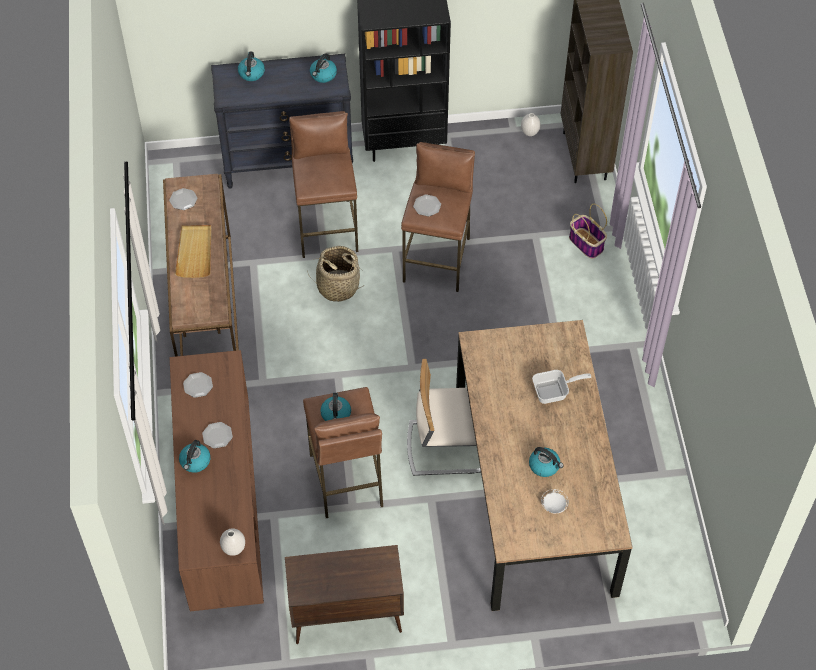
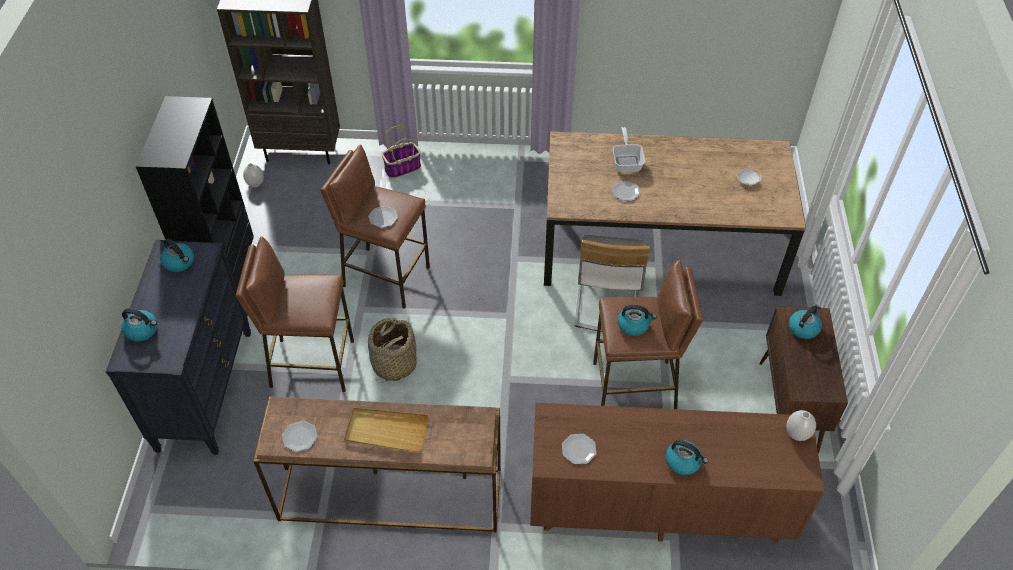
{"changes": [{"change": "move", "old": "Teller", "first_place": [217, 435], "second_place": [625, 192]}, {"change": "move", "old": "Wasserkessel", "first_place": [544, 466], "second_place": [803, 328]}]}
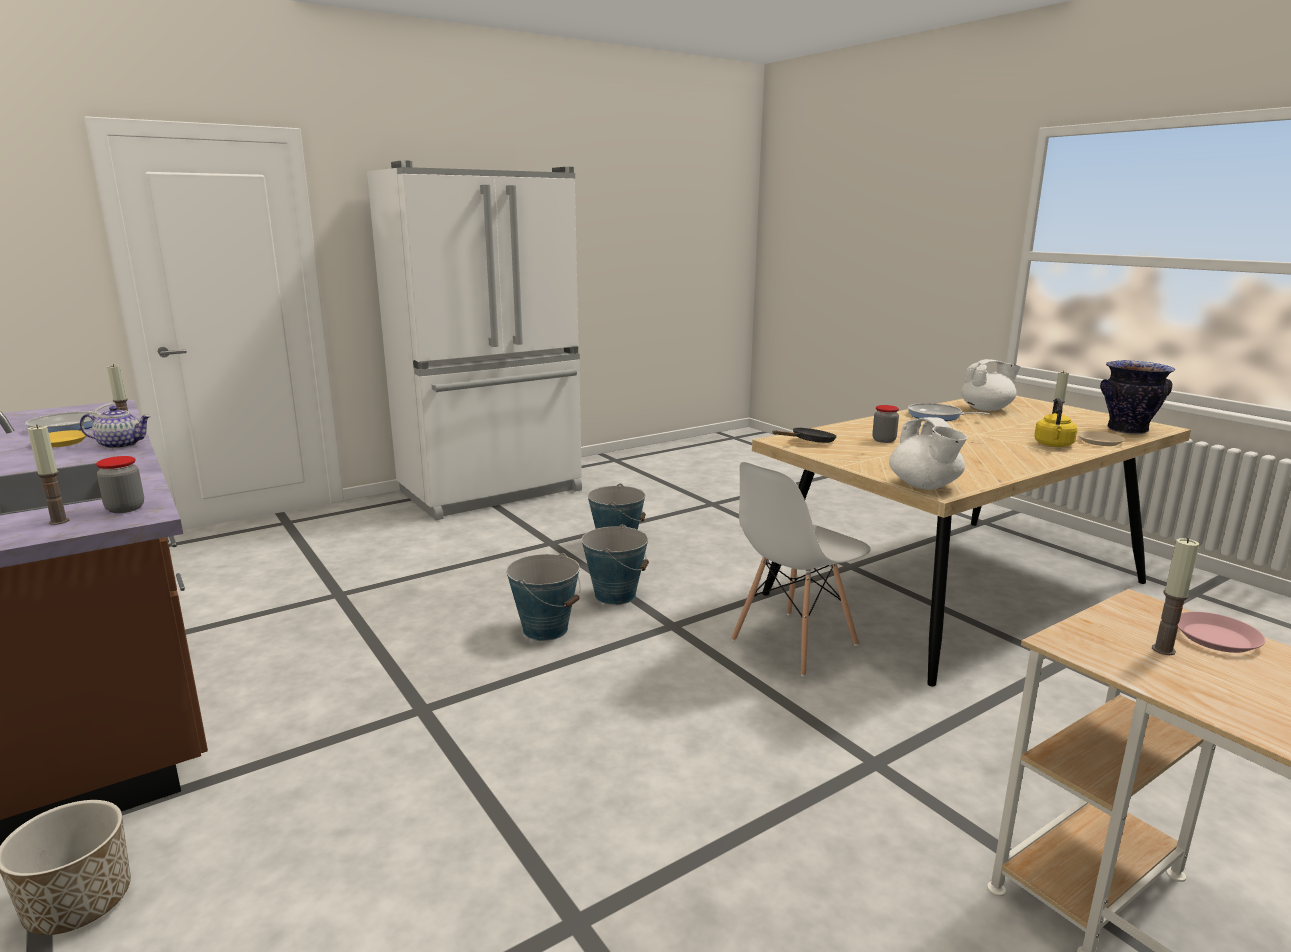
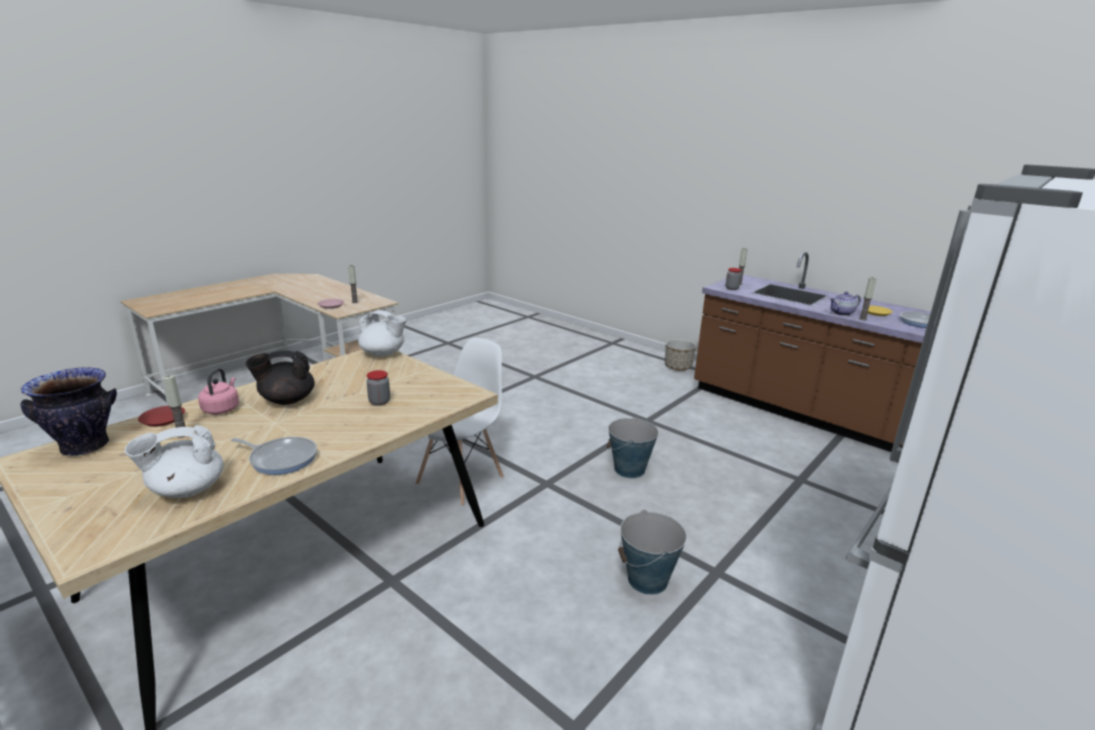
{"changes": [{"change": "recolor", "old": "Wasserkessel [gelb]", "new": "Wasserkessel [rosa]", "first_place": [1053, 445], "second_place": [222, 408]}, {"change": "rotate", "old": "Teekanne [weiß]", "first_place": [925, 486], "second_place": [383, 354], "degrees": 135}, {"change": "delete", "old": "Pfanne [schwarz]", "first_place": [809, 442]}, {"change": "recolor", "old": "Teller [beige]", "new": "Teller [rot]", "first_place": [1100, 442], "second_place": [162, 419]}, {"change": "delete", "old": "Eimer", "first_place": [615, 595]}, {"change": "insert", "new": "Teekanne [schwarz]", "second_place": [286, 400]}]}
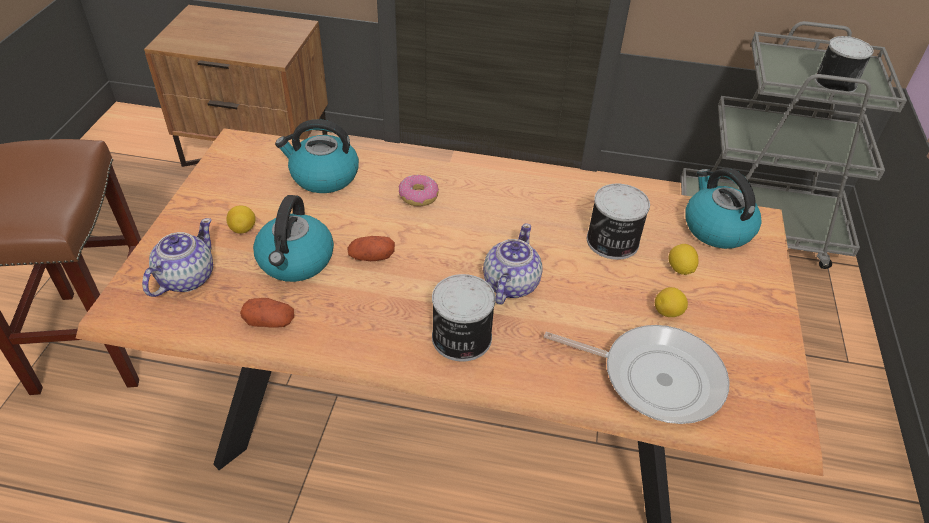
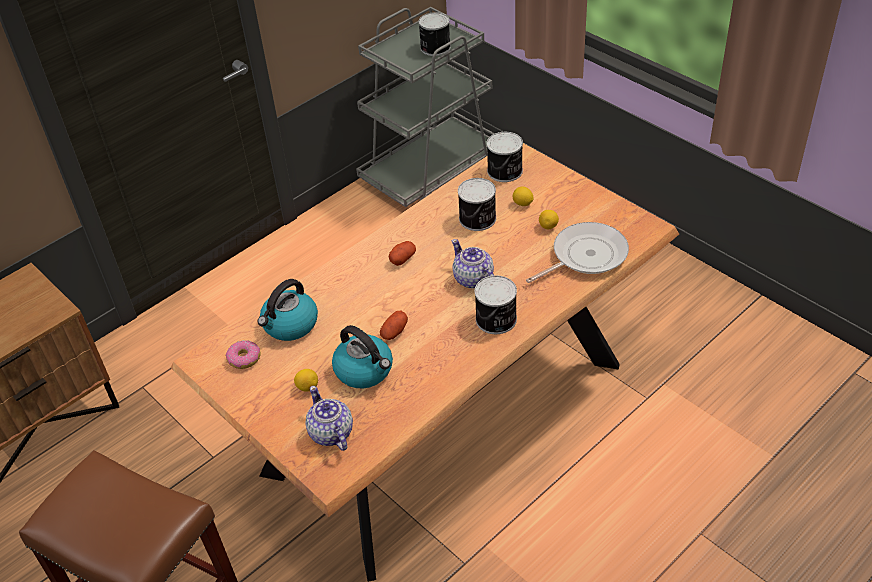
{"changes": [{"change": "replace", "old": "Wasserkessel", "new": "Dose", "first_place": [716, 228], "second_place": [505, 171]}, {"change": "move", "old": "Donut", "first_place": [418, 196], "second_place": [244, 359]}, {"change": "move", "old": "Kartoffel", "first_place": [270, 321], "second_place": [403, 258]}]}
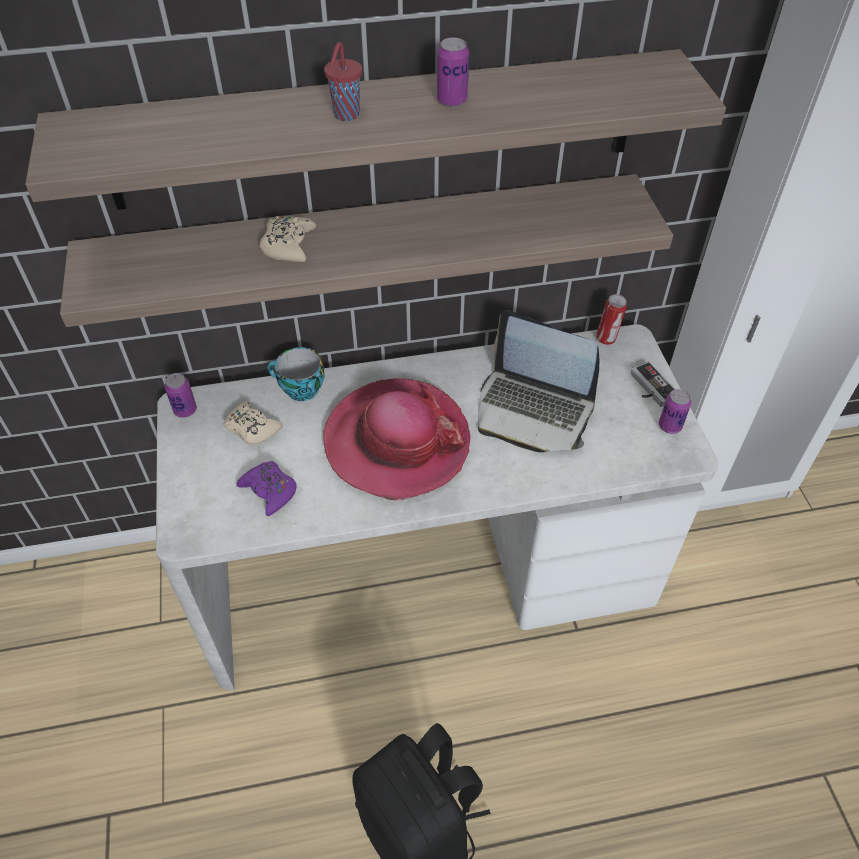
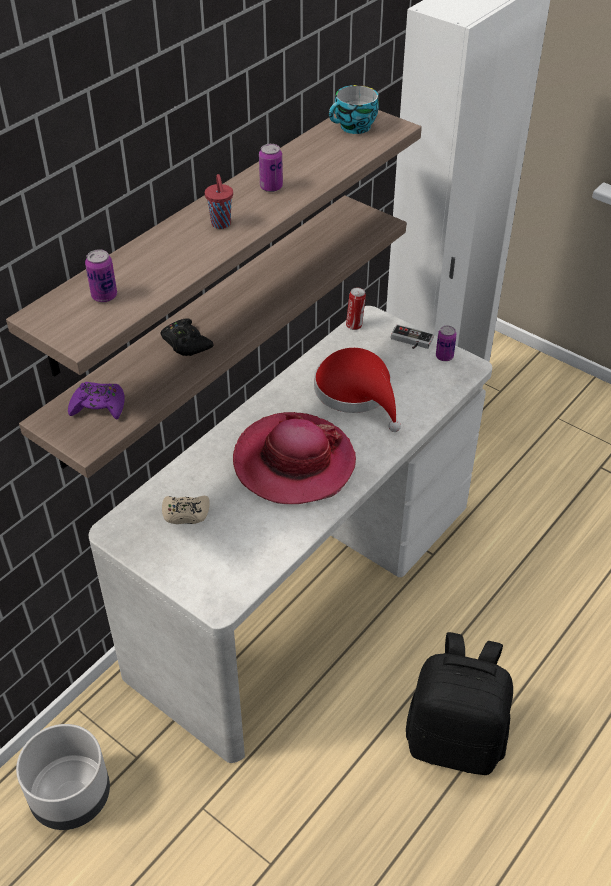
{"changes": [{"change": "recolor", "old": "Gamepad [beige]", "new": "Gamepad [schwarz]", "first_place": [288, 245], "second_place": [186, 343]}, {"change": "replace", "old": "Laptop", "new": "Hut [rot]", "first_place": [533, 410], "second_place": [357, 393]}, {"change": "move", "old": "Tasse", "first_place": [299, 389], "second_place": [354, 128]}, {"change": "move", "old": "Dose", "first_place": [185, 410], "second_place": [104, 296]}, {"change": "move", "old": "Gamepad [lila]", "first_place": [269, 491], "second_place": [98, 406]}, {"change": "insert", "new": "Pflanzkübel [grau]", "second_place": [71, 795]}]}
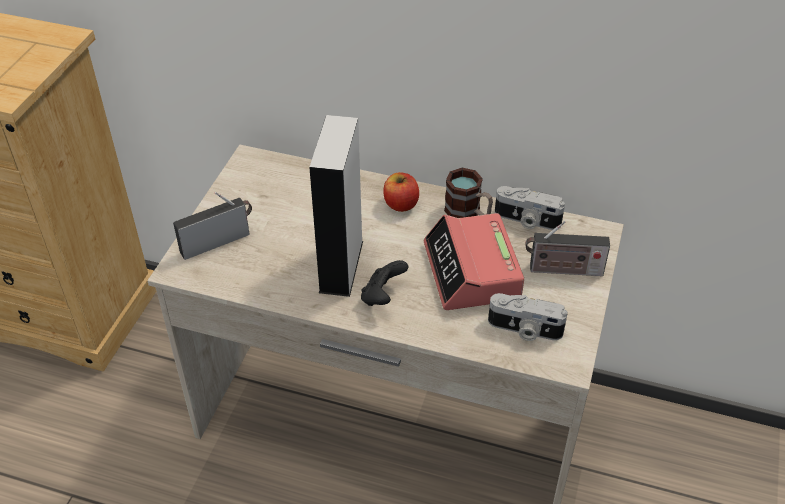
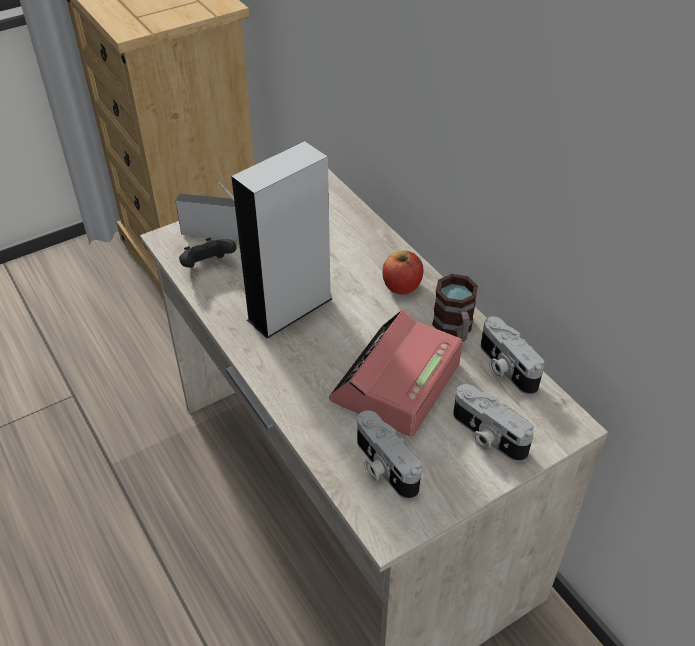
{"changes": [{"change": "replace", "old": "Radio", "new": "Kamera", "first_place": [562, 270], "second_place": [486, 436]}, {"change": "move", "old": "Gamepad [schwarz]", "first_place": [382, 296], "second_place": [207, 266]}]}
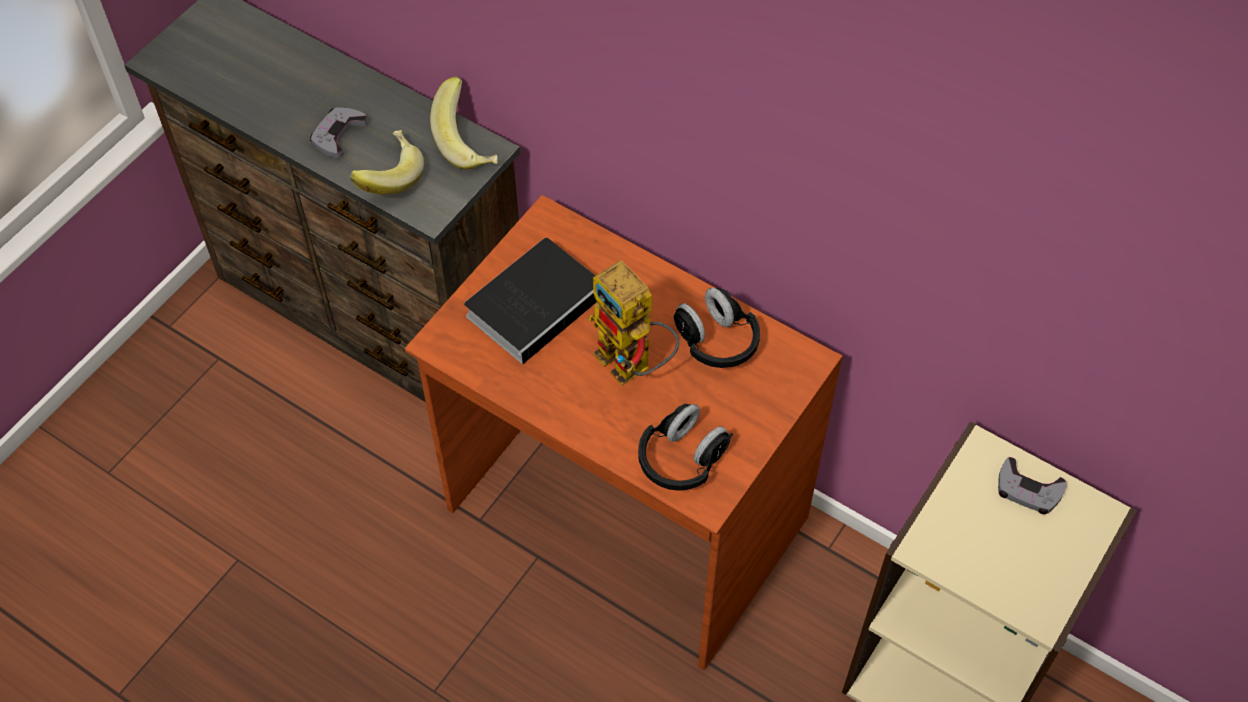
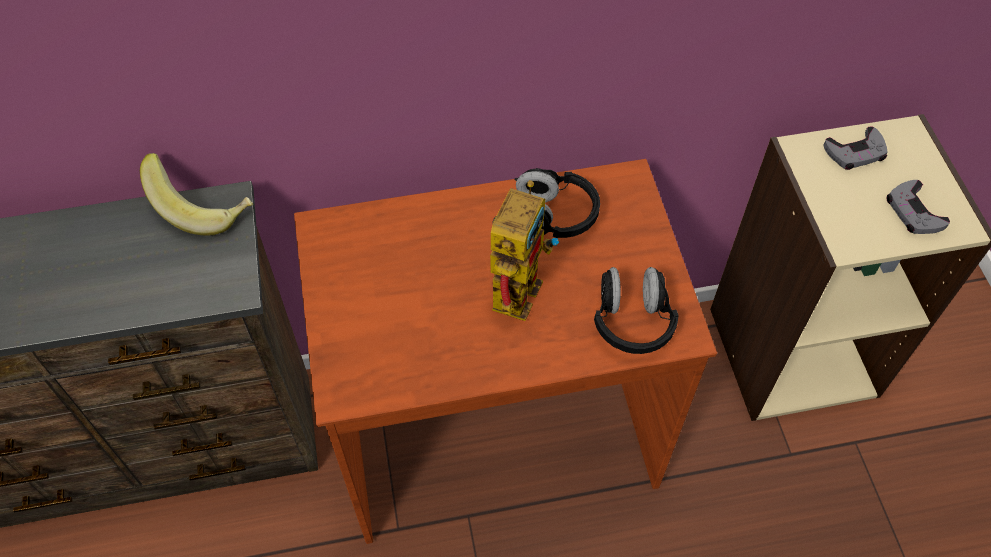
{"changes": [{"change": "move", "old": "Gamepad [grau]", "first_place": [338, 134], "second_place": [913, 212]}, {"change": "delete", "old": "Banane", "first_place": [388, 176]}, {"change": "delete", "old": "Buch", "first_place": [537, 302]}, {"change": "rotate", "old": "Spielzeugroboter", "first_place": [633, 366], "second_place": [516, 283], "degrees": -75}]}
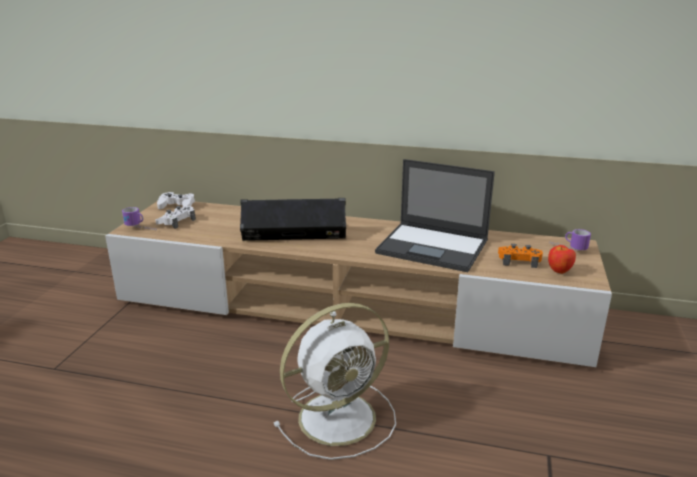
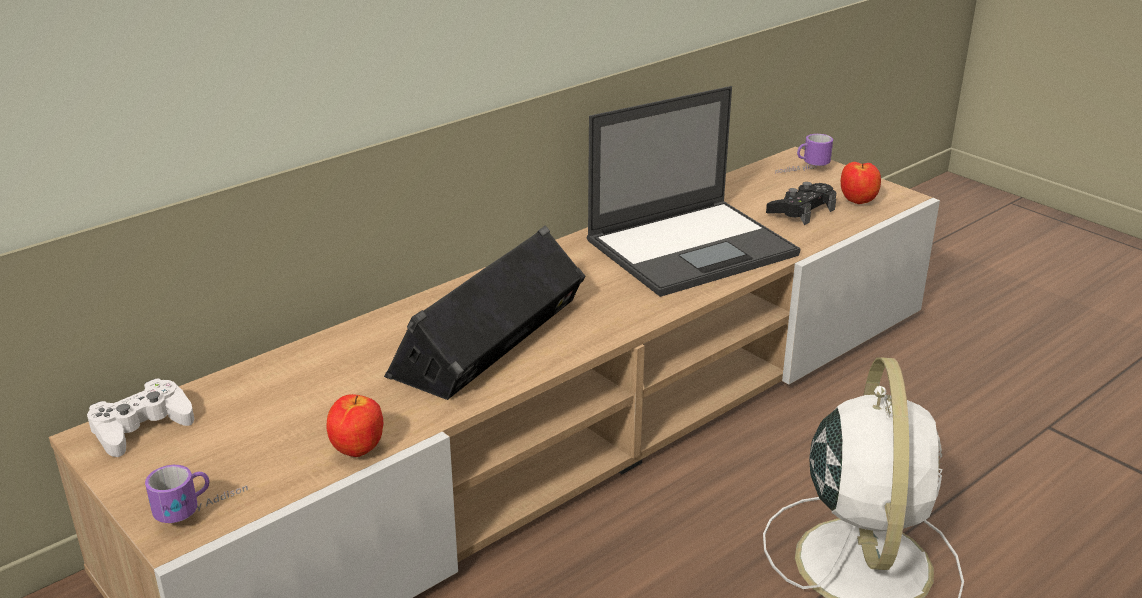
{"changes": [{"change": "delete", "old": "Gamepad [weiß]", "first_place": [177, 221]}, {"change": "recolor", "old": "Gamepad [orange]", "new": "Gamepad [schwarz]", "first_place": [519, 260], "second_place": [801, 211]}, {"change": "insert", "new": "Apfel", "second_place": [357, 450]}]}
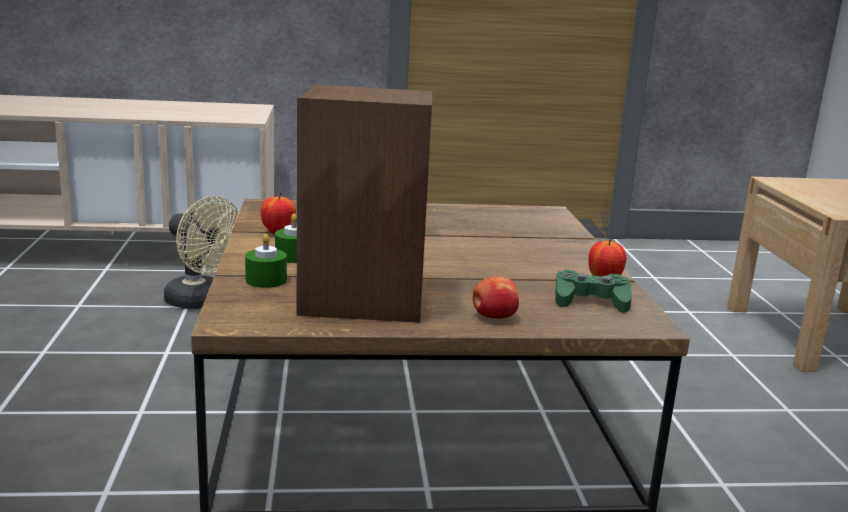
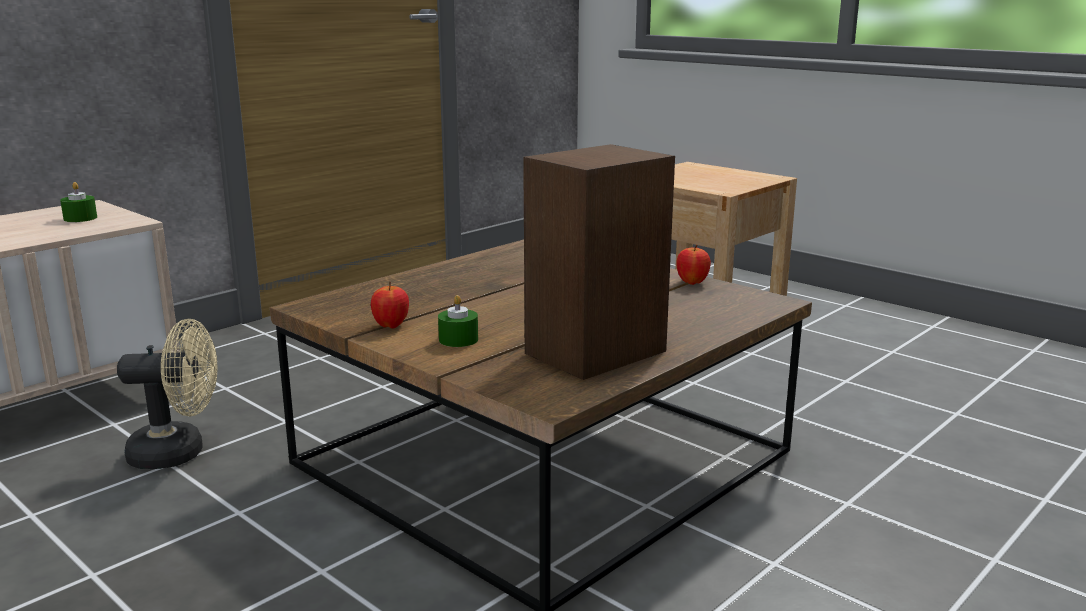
{"changes": [{"change": "move", "old": "Kerze [grün]", "first_place": [266, 280], "second_place": [80, 218]}, {"change": "delete", "old": "Gamepad [grün]", "first_place": [590, 300]}, {"change": "delete", "old": "Apfel", "first_place": [493, 317]}]}
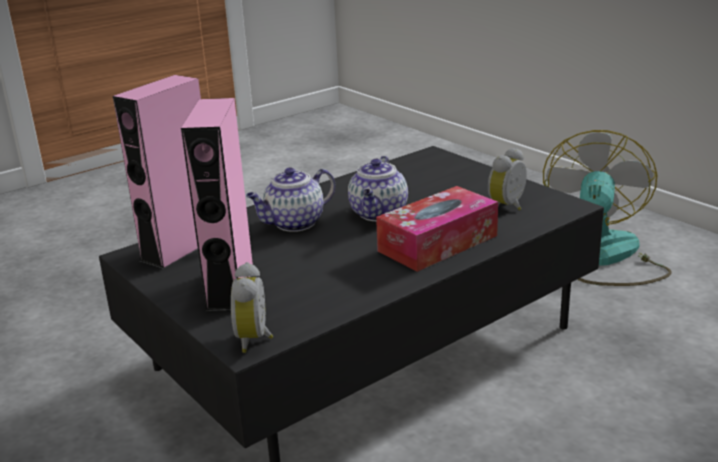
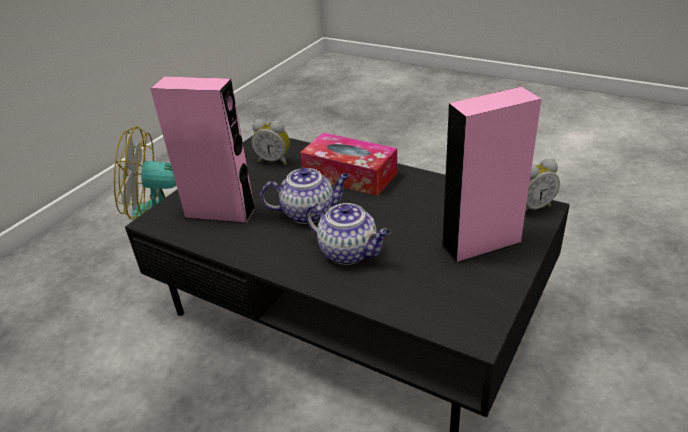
{"changes": [{"change": "move", "old": "Lautsprecher [rosa]", "first_place": [180, 249], "second_place": [220, 213]}]}
